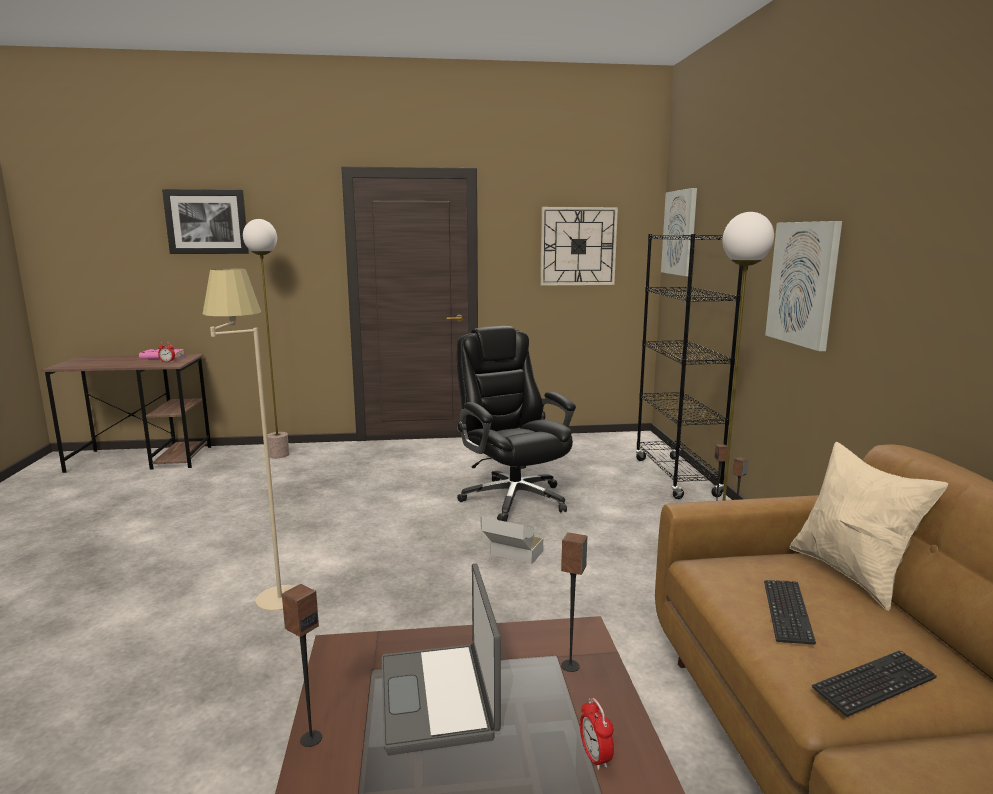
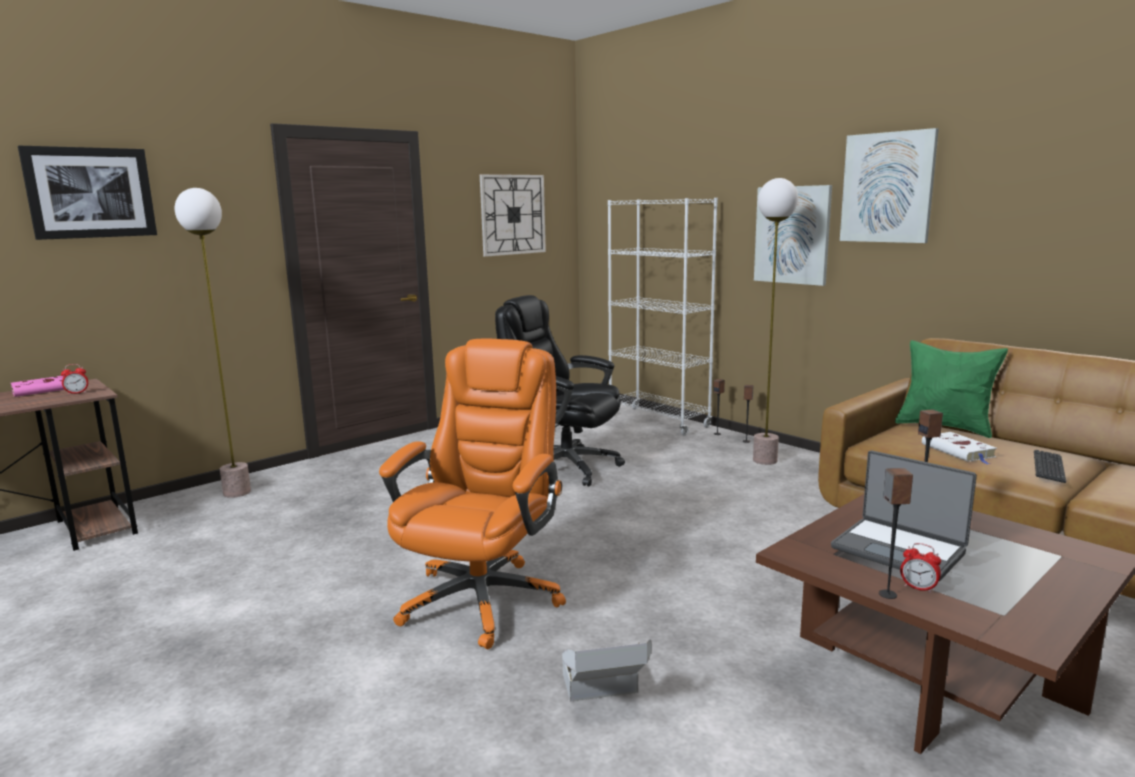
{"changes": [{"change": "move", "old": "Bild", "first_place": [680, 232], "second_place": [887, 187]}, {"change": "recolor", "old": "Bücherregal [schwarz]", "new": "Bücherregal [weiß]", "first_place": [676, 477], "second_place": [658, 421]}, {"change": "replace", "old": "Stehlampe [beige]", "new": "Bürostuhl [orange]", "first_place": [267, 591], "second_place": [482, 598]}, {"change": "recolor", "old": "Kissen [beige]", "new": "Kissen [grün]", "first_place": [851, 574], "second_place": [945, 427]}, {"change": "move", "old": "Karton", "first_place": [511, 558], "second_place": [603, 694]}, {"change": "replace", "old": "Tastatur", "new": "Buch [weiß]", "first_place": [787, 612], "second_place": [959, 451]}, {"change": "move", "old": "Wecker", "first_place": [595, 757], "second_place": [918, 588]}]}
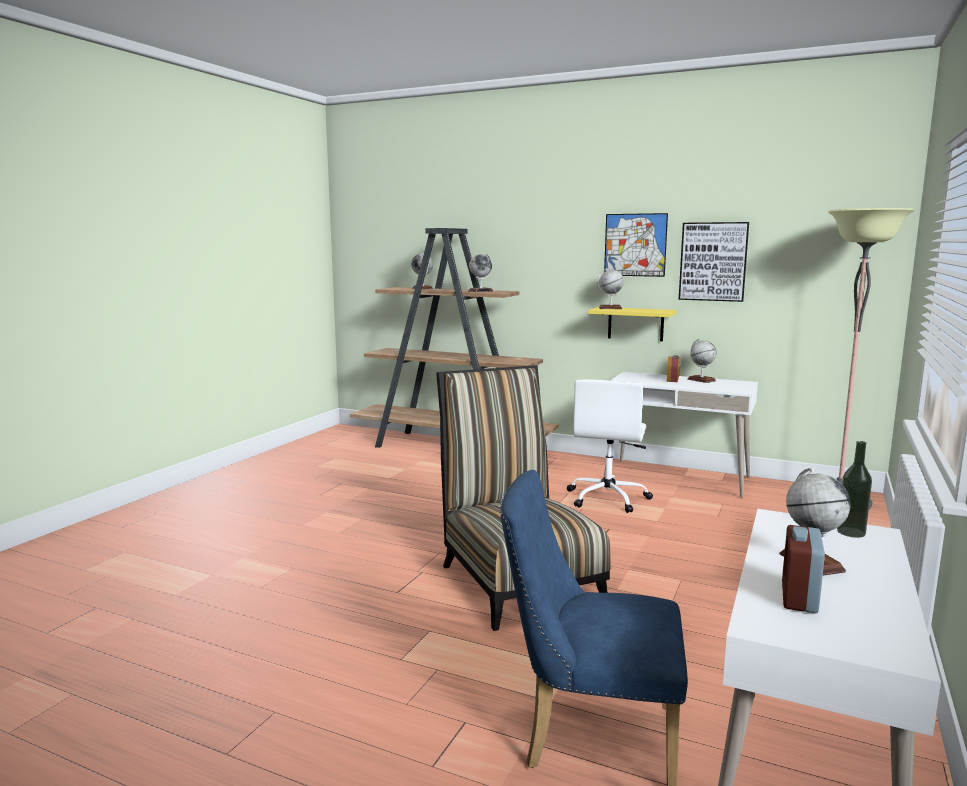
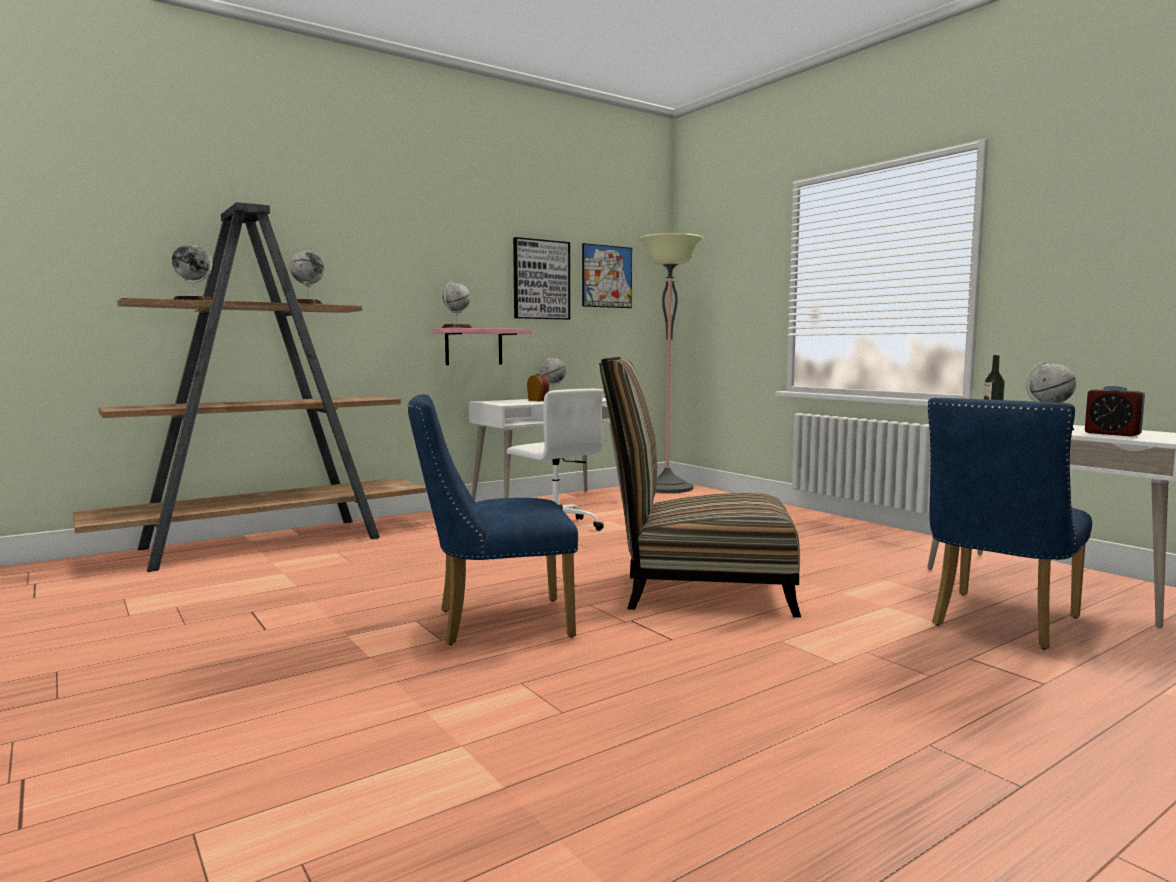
{"changes": [{"change": "move", "old": "Bild", "first_place": [635, 245], "second_place": [607, 276]}, {"change": "recolor", "old": "Wandregal [gelb]", "new": "Wandregal [rosa]", "first_place": [635, 324], "second_place": [474, 347]}, {"change": "insert", "new": "Stuhl [blau]", "second_place": [493, 622]}]}
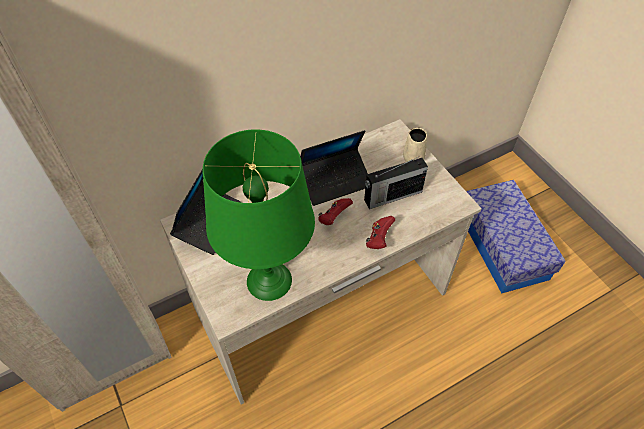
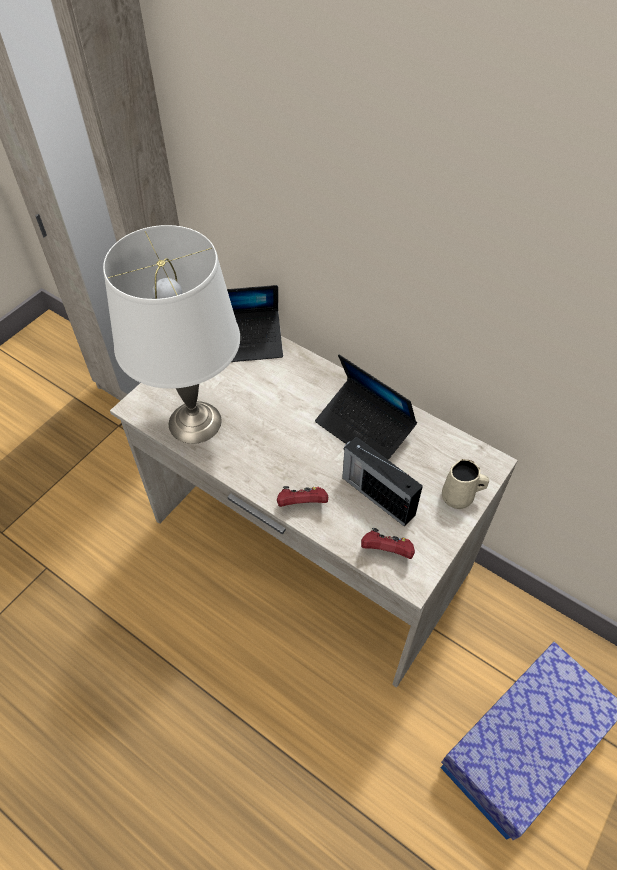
{"changes": [{"change": "recolor", "old": "Tischlampe [grün]", "new": "Tischlampe [weiß]", "first_place": [268, 280], "second_place": [194, 421]}, {"change": "move", "old": "Gamepad [rot]", "first_place": [334, 218], "second_place": [387, 551]}]}
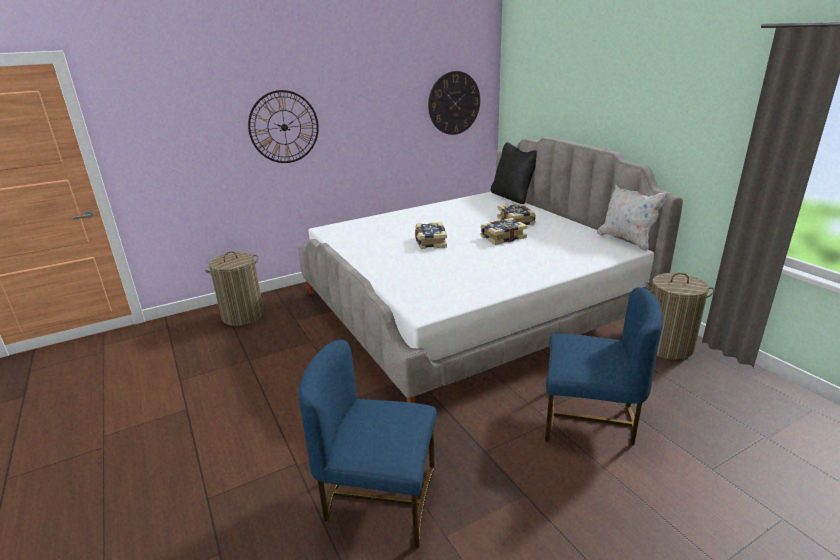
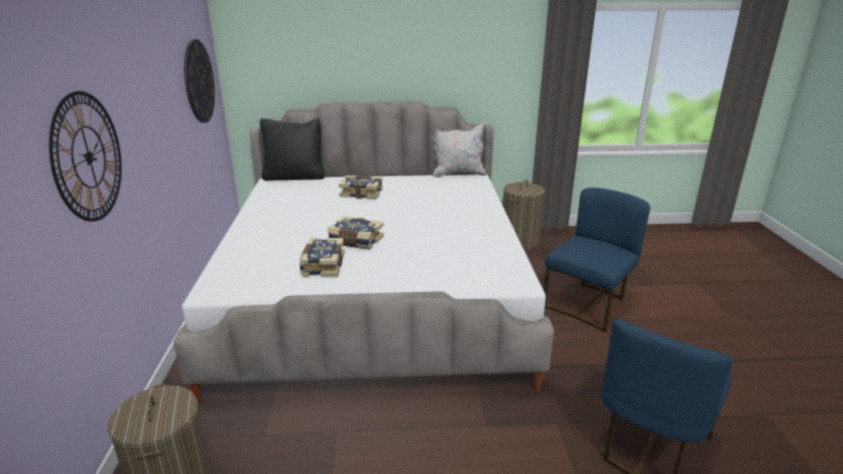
{"changes": [{"change": "move", "old": "Buch", "first_place": [502, 237], "second_place": [322, 265]}]}
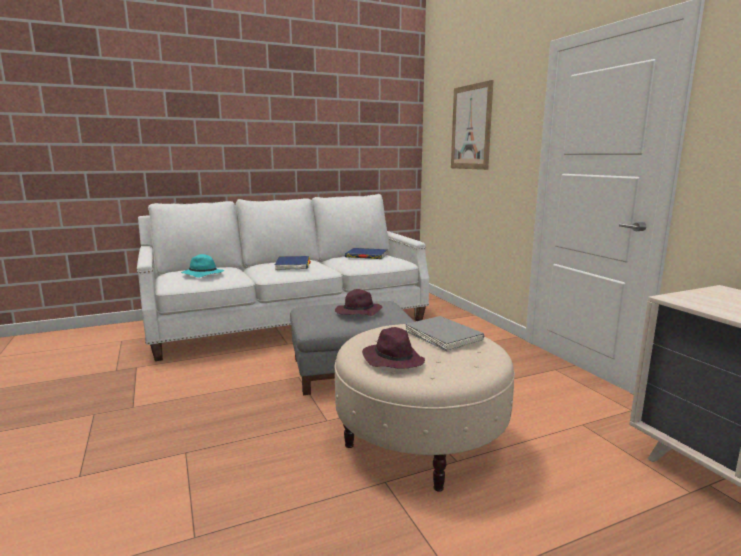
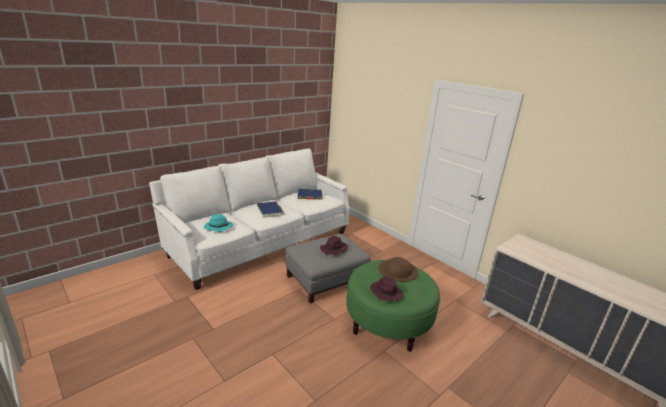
{"changes": [{"change": "delete", "old": "Bild", "first_place": [471, 127]}, {"change": "replace", "old": "Buch [grau]", "new": "Hut [braun]", "first_place": [443, 336], "second_place": [398, 270]}, {"change": "recolor", "old": "Polsterhocker [beige]", "new": "Polsterhocker [grün]", "first_place": [420, 440], "second_place": [387, 323]}]}
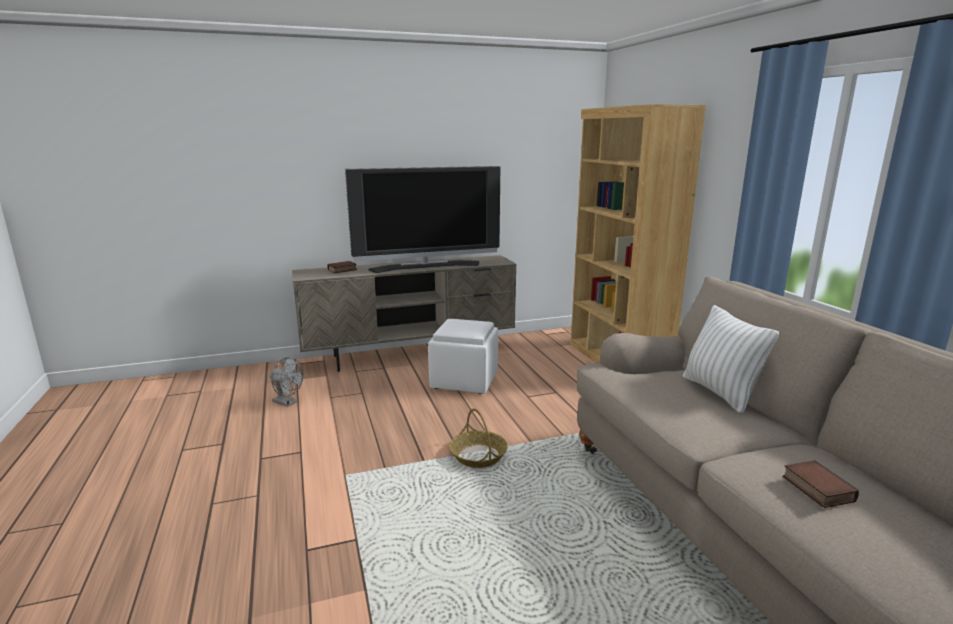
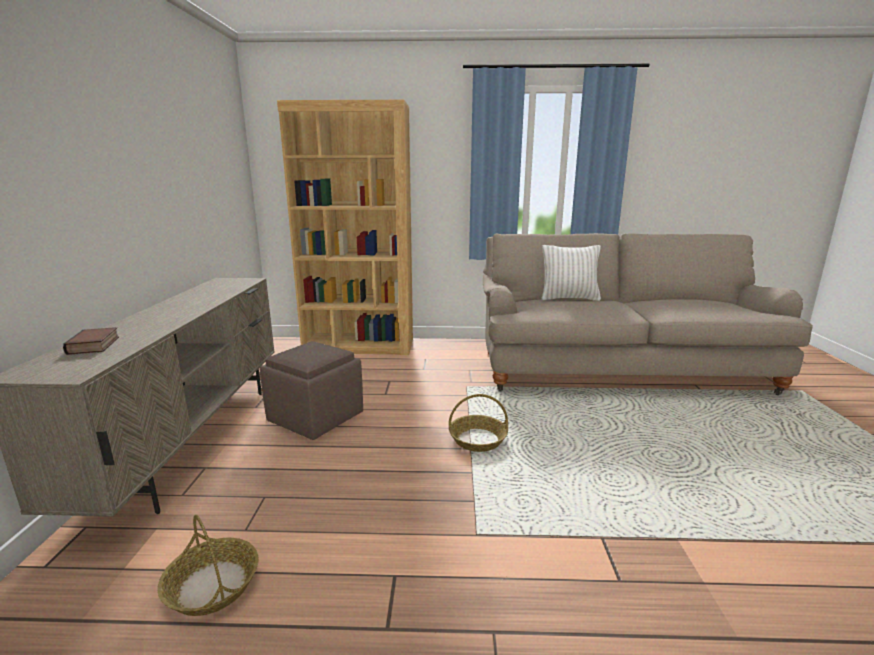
{"changes": [{"change": "delete", "old": "Fernseher", "first_place": [426, 267]}, {"change": "recolor", "old": "Polsterhocker [weiß]", "new": "Polsterhocker [braun]", "first_place": [465, 380], "second_place": [315, 417]}, {"change": "replace", "old": "Ventilator [grau]", "new": "Korb", "first_place": [287, 403], "second_place": [212, 585]}, {"change": "delete", "old": "Buch", "first_place": [815, 488]}]}
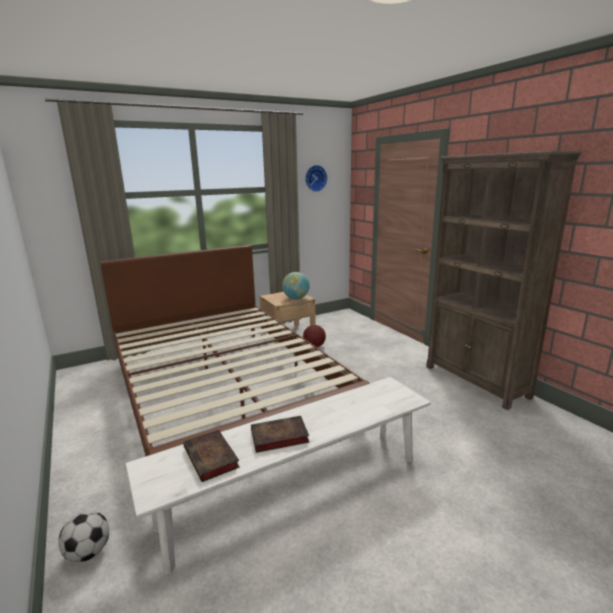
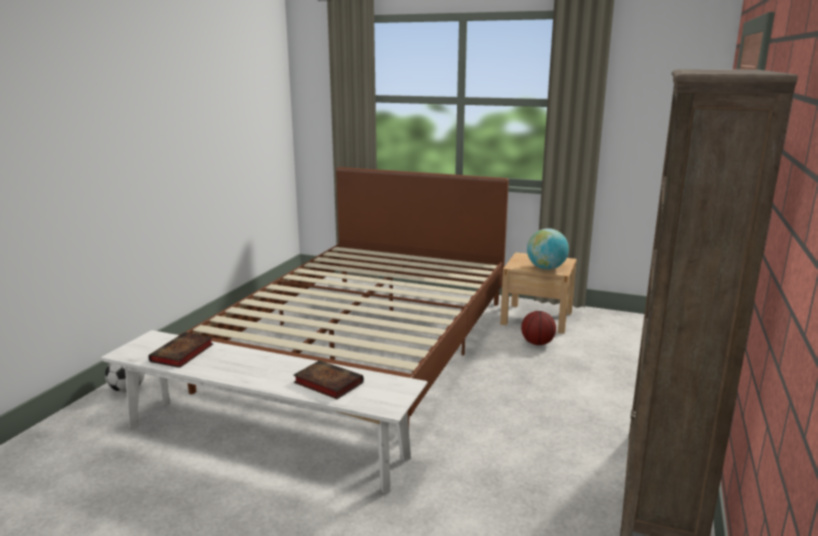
{"changes": [{"change": "delete", "old": "Wanduhr", "first_place": [315, 178]}, {"change": "move", "old": "Buch", "first_place": [278, 437], "second_place": [326, 383]}]}
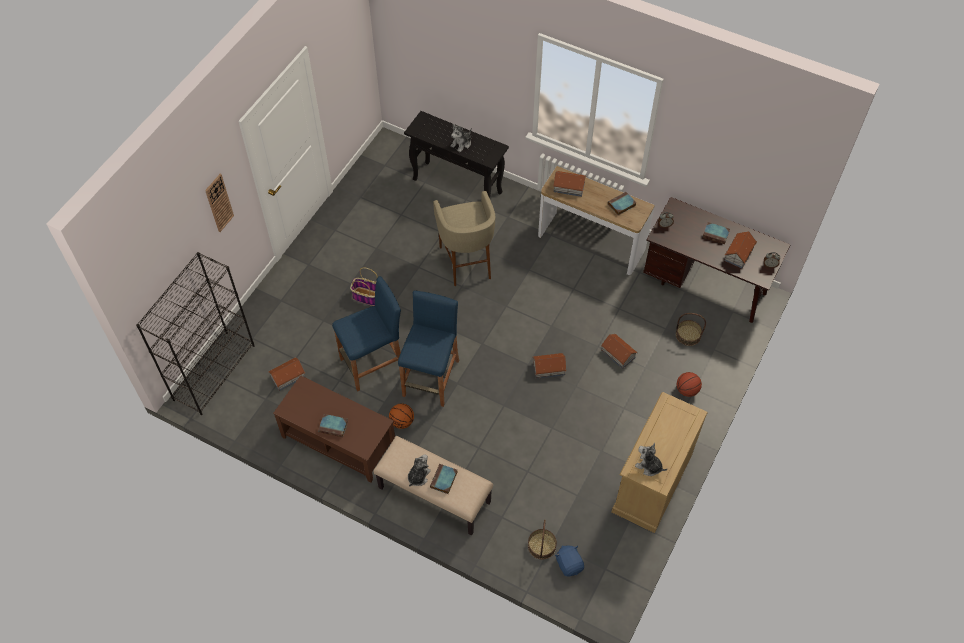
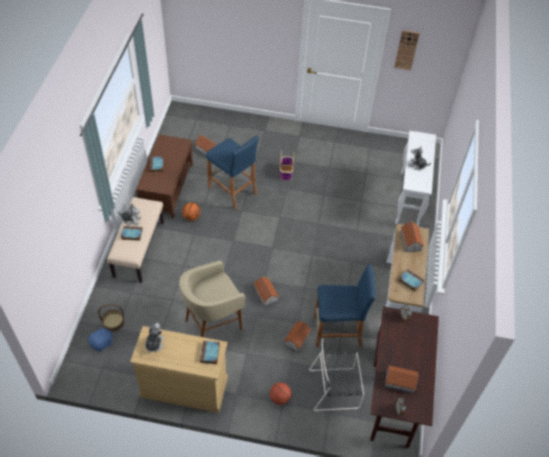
{"changes": [{"change": "recolor", "old": "Konsolentisch [schwarz]", "new": "Konsolentisch [weiß]", "first_place": [458, 186], "second_place": [409, 200]}, {"change": "move", "old": "Wanduhr", "first_place": [219, 203], "second_place": [406, 50]}, {"change": "move", "old": "Hocker [beige]", "first_place": [466, 262], "second_place": [212, 324]}, {"change": "move", "old": "Buch", "first_place": [716, 234], "second_place": [210, 354]}, {"change": "delete", "old": "Bücherregal [schwarz]", "first_place": [214, 372]}, {"change": "move", "old": "Hocker [blau]", "first_place": [431, 378], "second_place": [337, 331]}, {"change": "replace", "old": "Korb", "new": "Stuhl [schwarz]", "first_place": [688, 335], "second_place": [336, 389]}]}
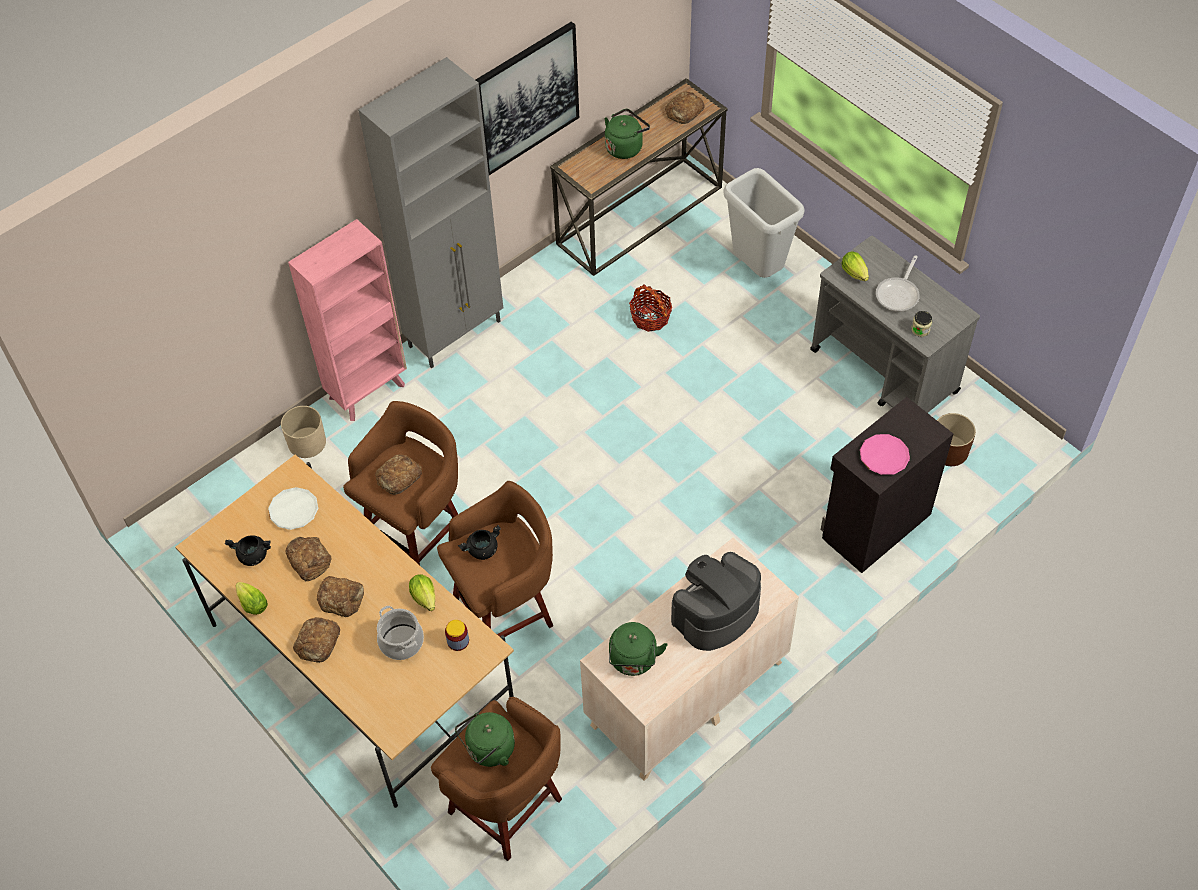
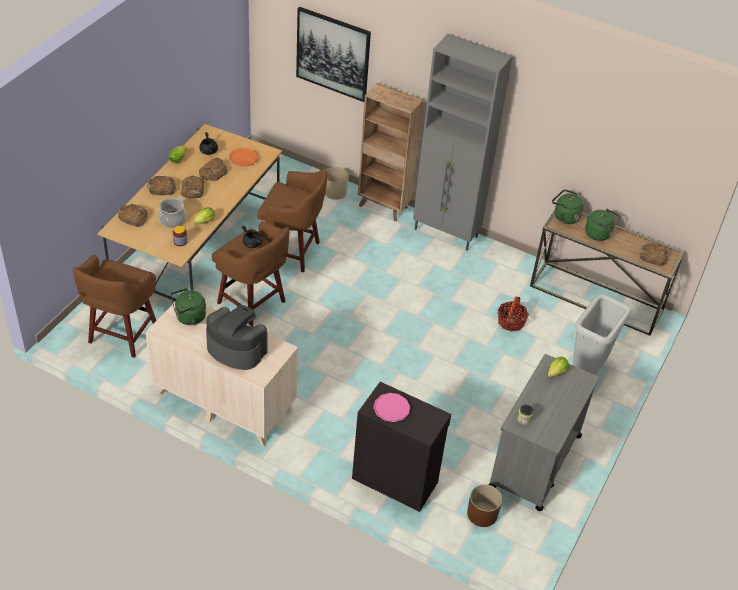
{"changes": [{"change": "move", "old": "Bild", "first_place": [526, 98], "second_place": [333, 54]}, {"change": "recolor", "old": "Bücherregal [rosa]", "new": "Bücherregal [braun]", "first_place": [368, 390], "second_place": [384, 207]}, {"change": "delete", "old": "Pfanne", "first_place": [899, 294]}, {"change": "move", "old": "Brot", "first_place": [398, 477], "second_place": [133, 217]}, {"change": "recolor", "old": "Teller [weiß]", "new": "Teller [orange]", "first_place": [294, 510], "second_place": [243, 159]}, {"change": "move", "old": "Wasserkessel [grün]", "first_place": [488, 750], "second_place": [564, 217]}]}
